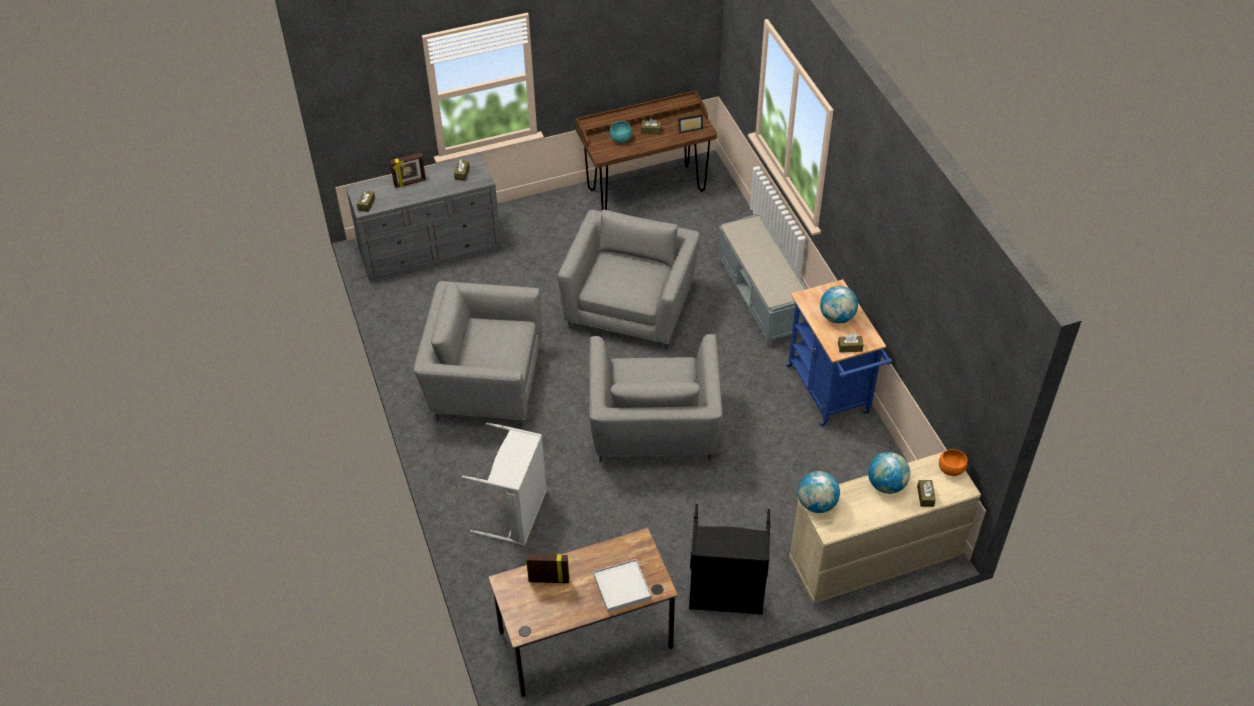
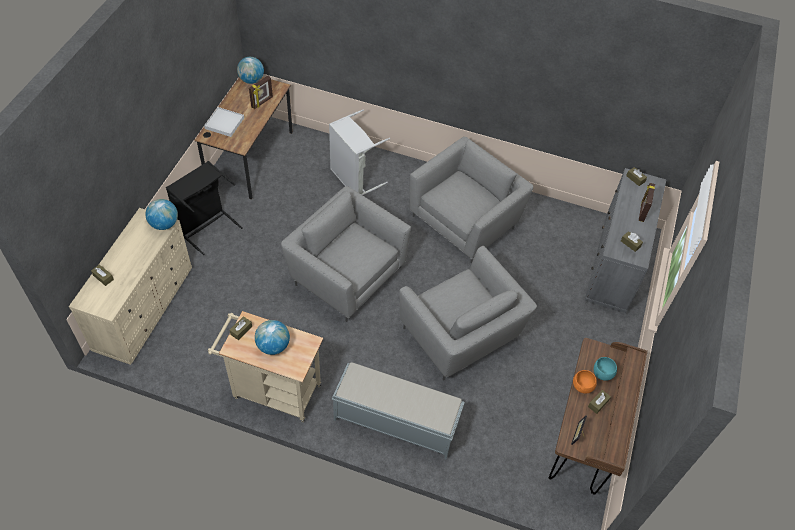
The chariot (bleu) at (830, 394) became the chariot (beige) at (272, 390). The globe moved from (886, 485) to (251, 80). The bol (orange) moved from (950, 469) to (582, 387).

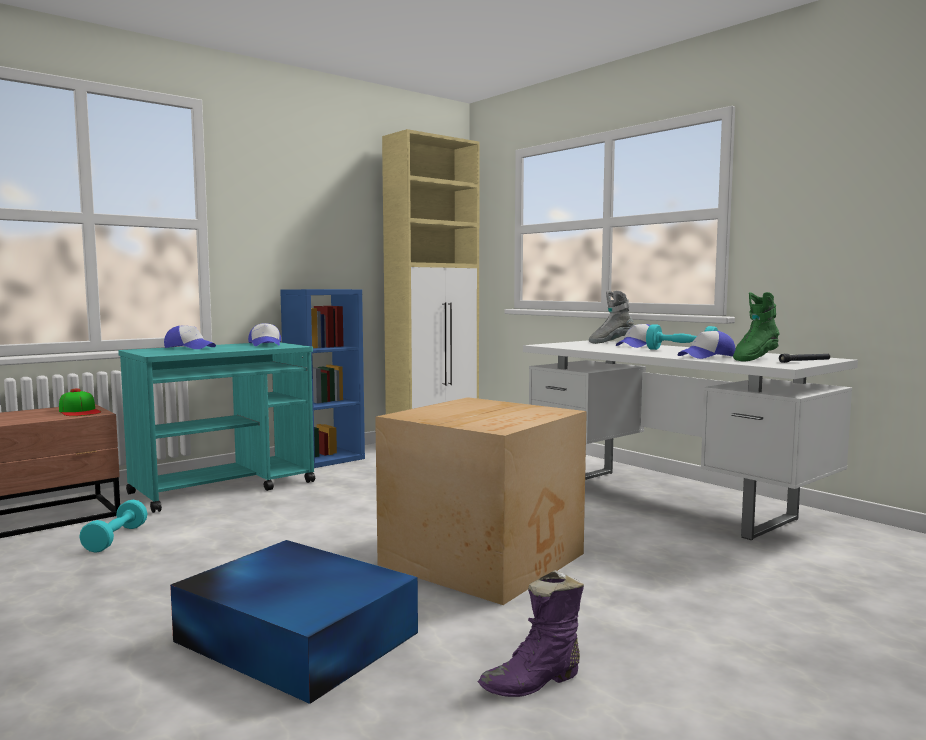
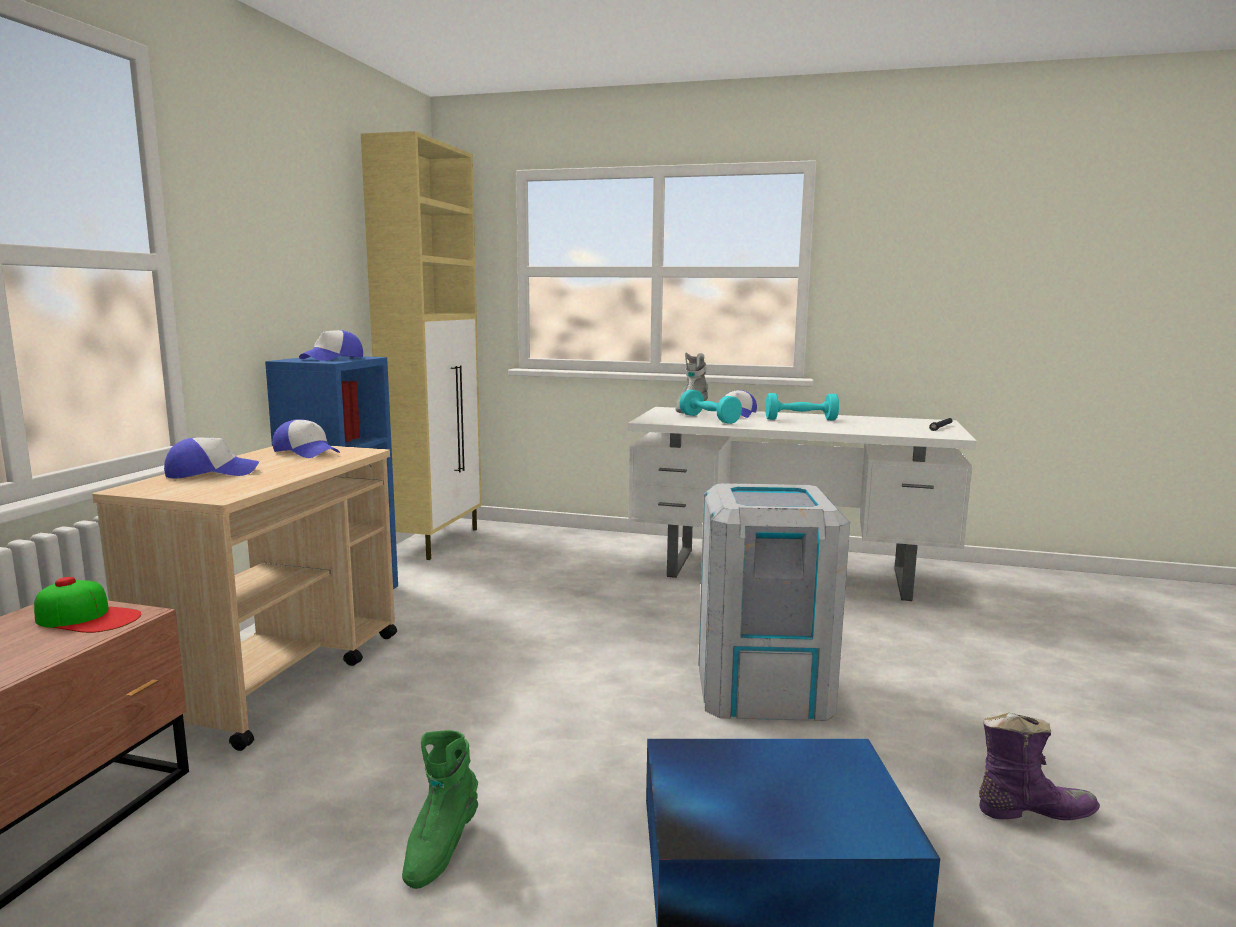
The haltère (turquoise) moved from (115, 539) to (709, 419). The chariot (turquoise) at (225, 487) became the chariot (beige) at (278, 676). The carton at (486, 559) was replaced by the poubelle (gris) at (763, 687). The botte (violet) at (533, 682) turned 120 degrees counterclockwise. The casquette moved from (707, 356) to (333, 359). The botte (vert) moved from (754, 359) to (440, 848).

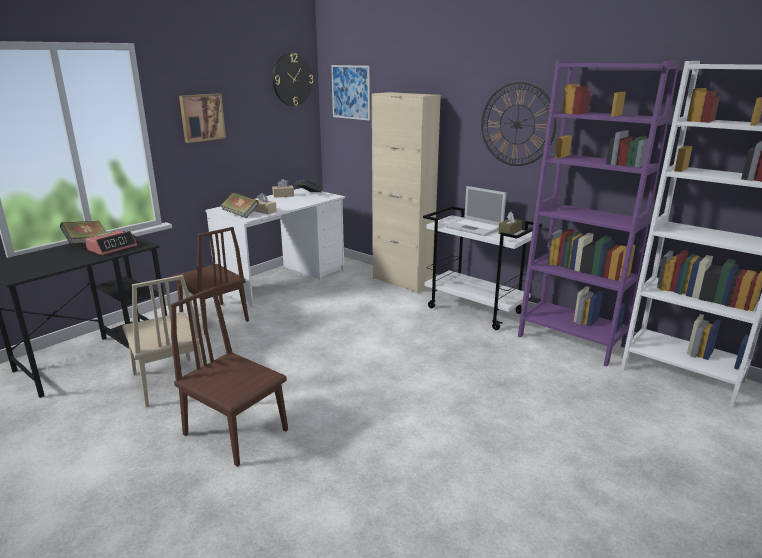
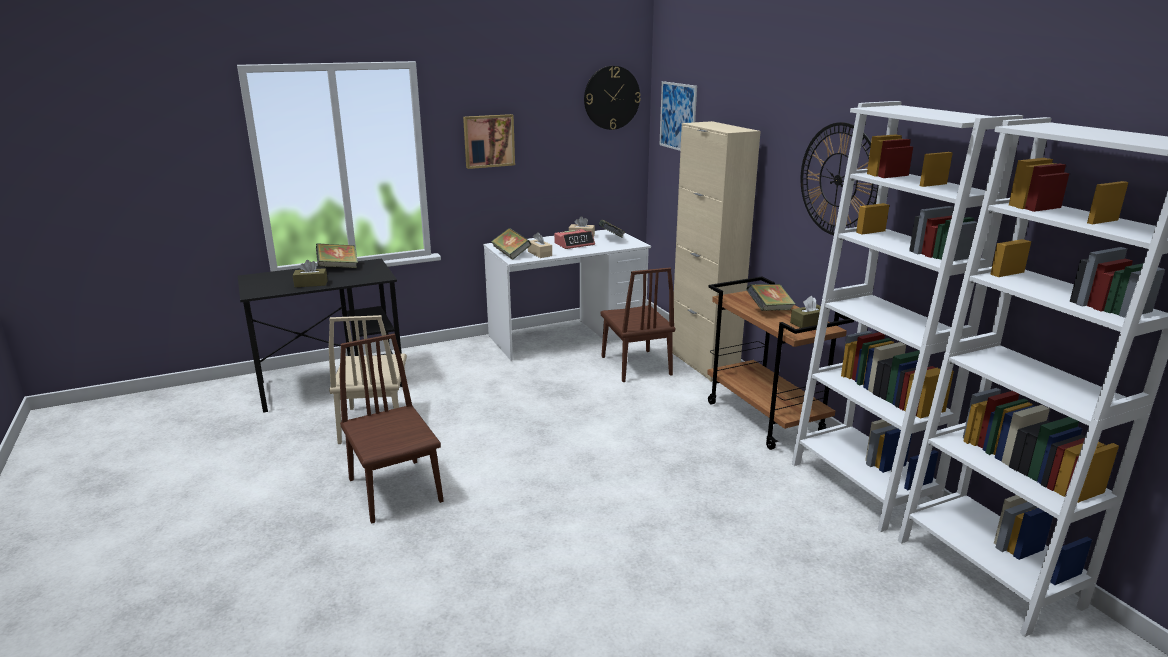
The réveil moved from (112, 248) to (574, 244). The chaise (marron) moved from (214, 318) to (636, 365). The chariot (blanc) at (476, 310) became the chariot (marron) at (766, 419). The ordinateur portable at (475, 228) was replaced by the livre at (769, 310). The bibliothèque (violet) at (571, 340) became the bibliothèque (blanc) at (861, 486). The boîte à mouchoirs (marron) at (311, 284) appeared.

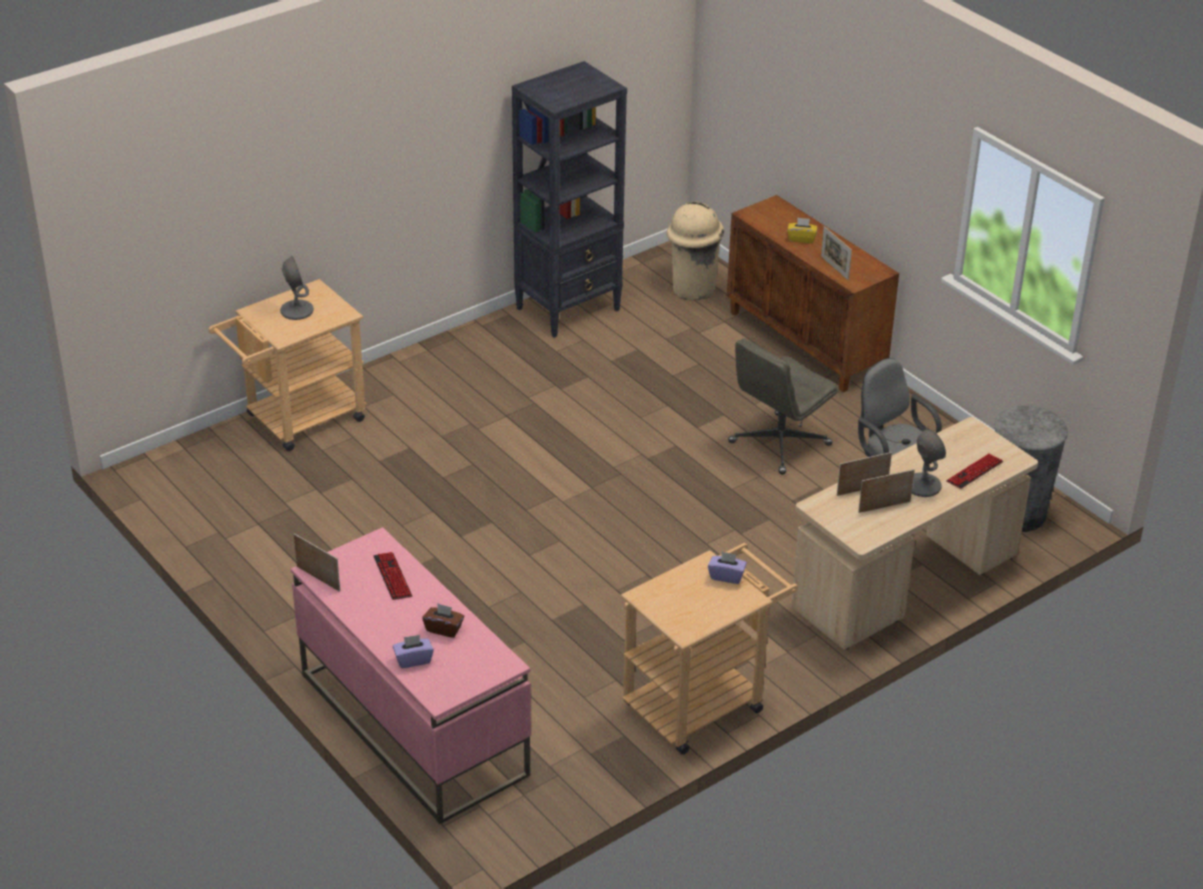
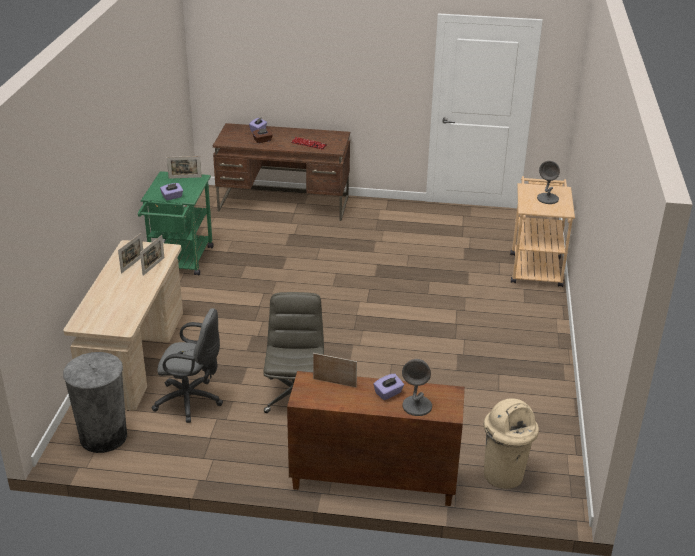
The bureau (rose) at (412, 724) became the bureau (marron) at (284, 204). The cadre photo moved from (318, 579) to (185, 177). The bibliothèque (noir) at (569, 309) disappeared. The chariot (beige) at (702, 701) became the chariot (vert) at (180, 262). The boîte à mouchoirs (jaune) at (801, 239) became the boîte à mouchoirs (violet) at (388, 393). The lampe de table (gris) moved from (922, 485) to (417, 406). The clavier at (974, 472) disappeared.

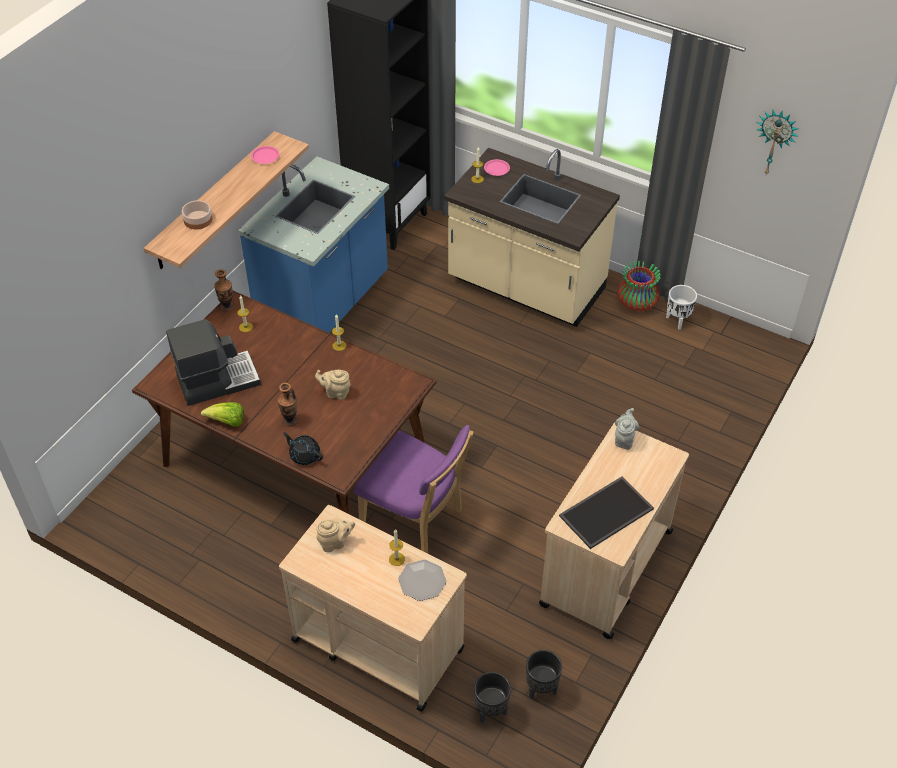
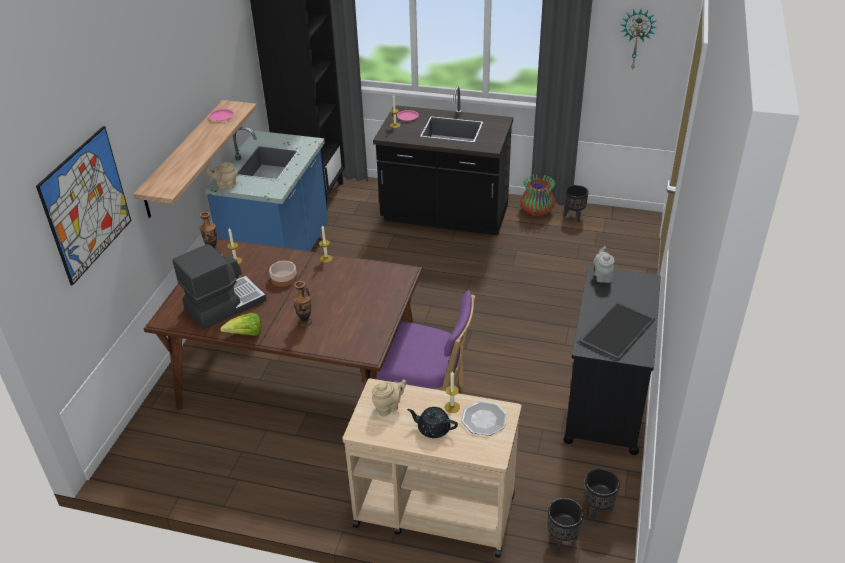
The bol moved from (198, 219) to (283, 278). The théière (noir) moved from (304, 455) to (433, 429). The théière (beige) moved from (336, 393) to (225, 185). The comptoir de cuisine (beige) at (526, 287) became the comptoir de cuisine (noir) at (445, 216). The chariot (beige) at (605, 568) became the chariot (noir) at (605, 401). The cache-pot (blanc) at (678, 320) became the cache-pot (noir) at (574, 216). The tableau at (87, 204) appeared.

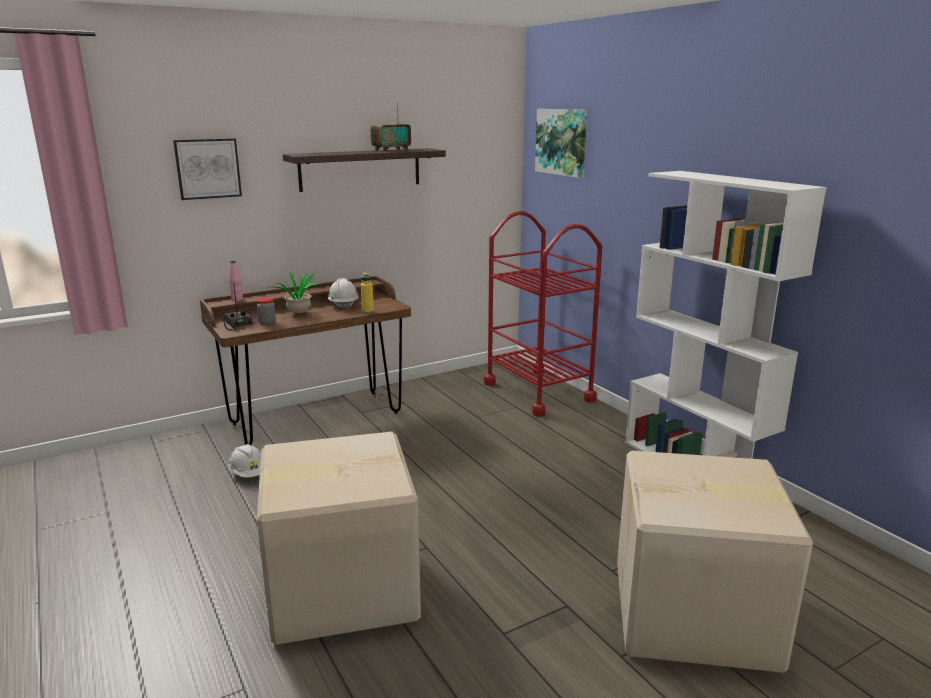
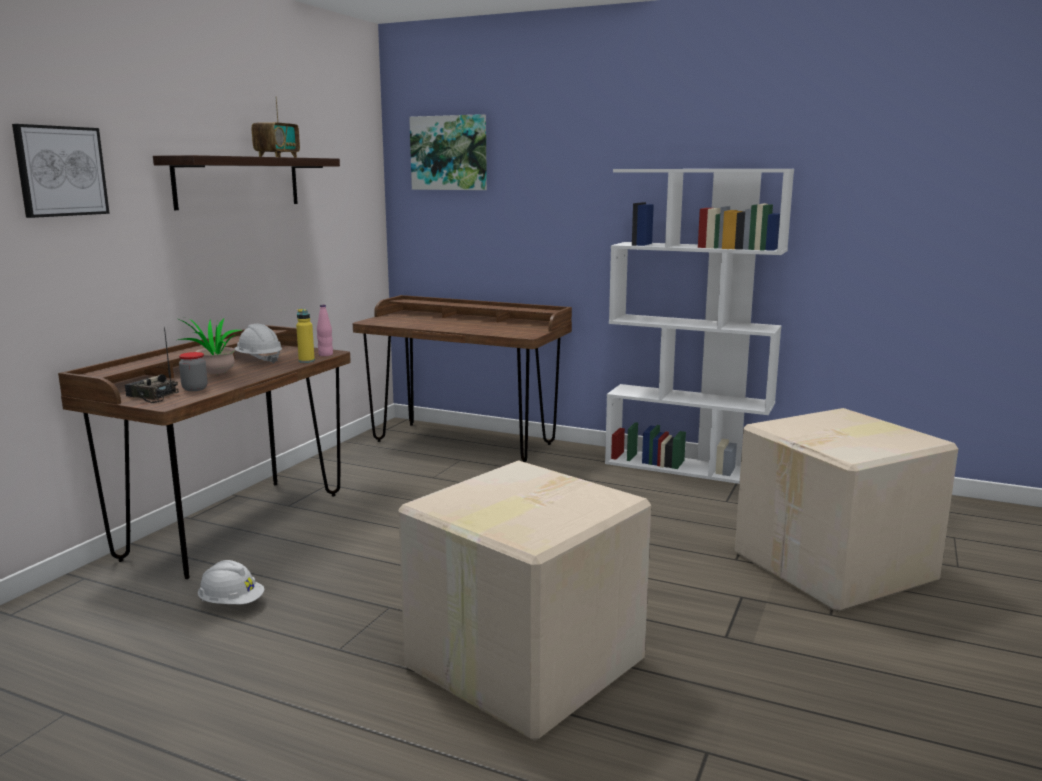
The bouteille (rose) moved from (237, 300) to (325, 355). The chariot (rouge) at (538, 392) was replaced by the bureau (marron) at (464, 442).

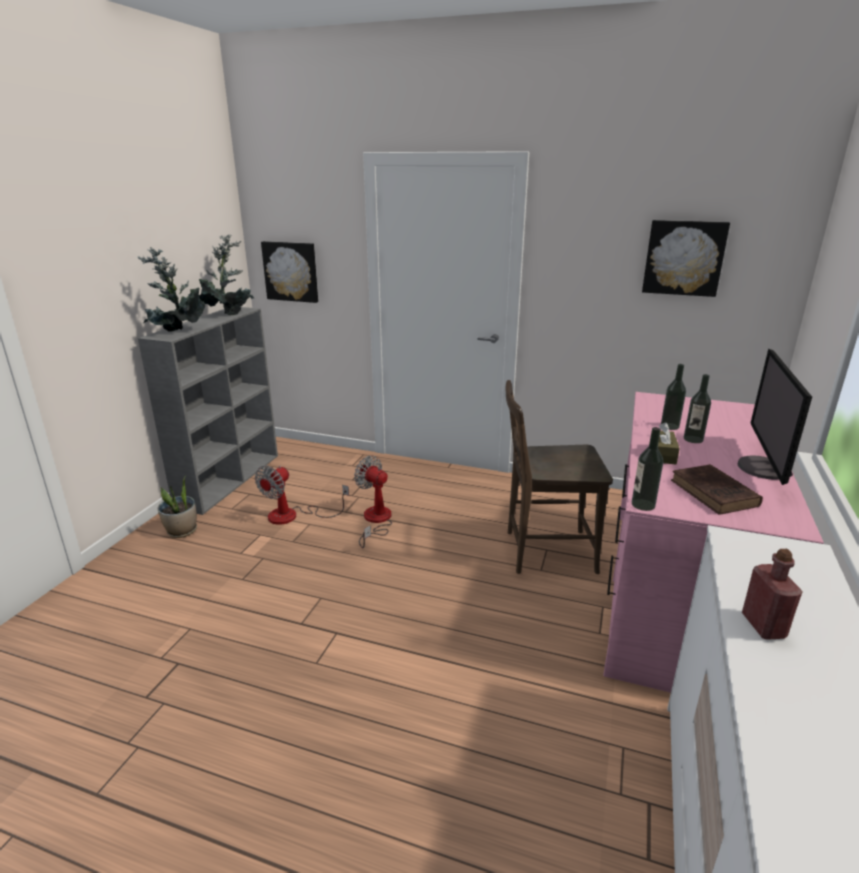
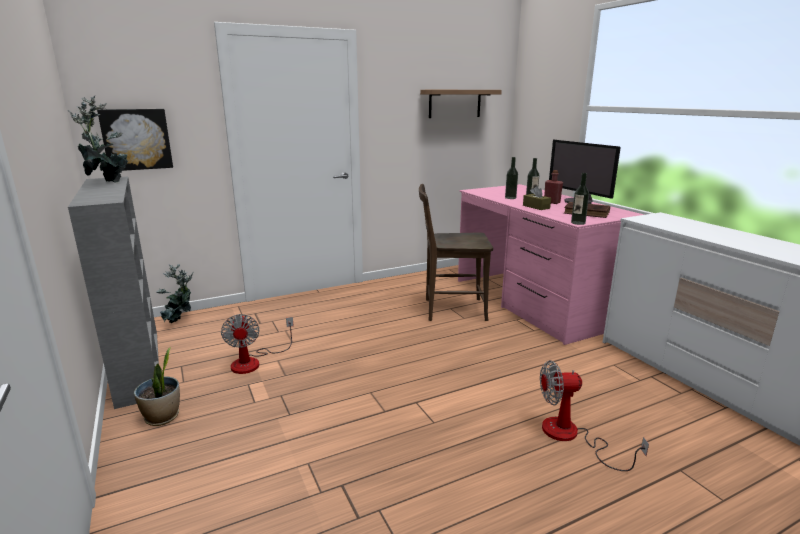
The plante en pot moved from (178, 332) to (180, 322). The ventilateur moved from (375, 521) to (571, 436). The chaise (marron) at (544, 551) turned 45 degrees clockwise. The tableau at (683, 258) was replaced by the étagère at (455, 103). The bouteille (rouge) moved from (763, 626) to (551, 202).

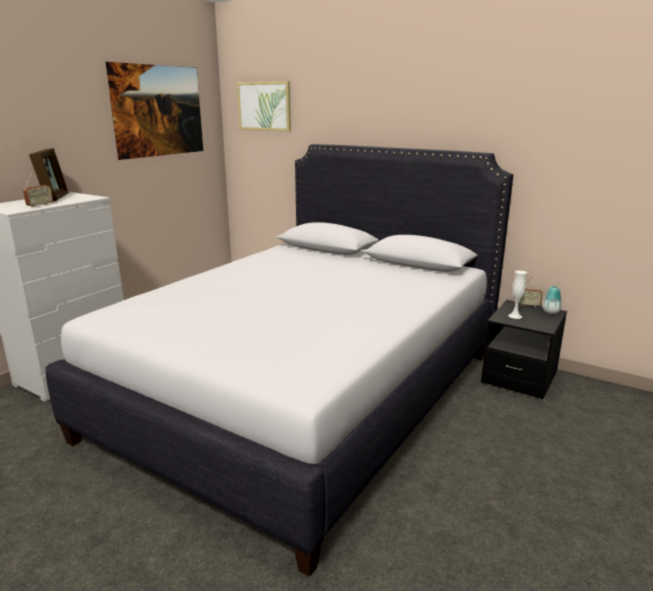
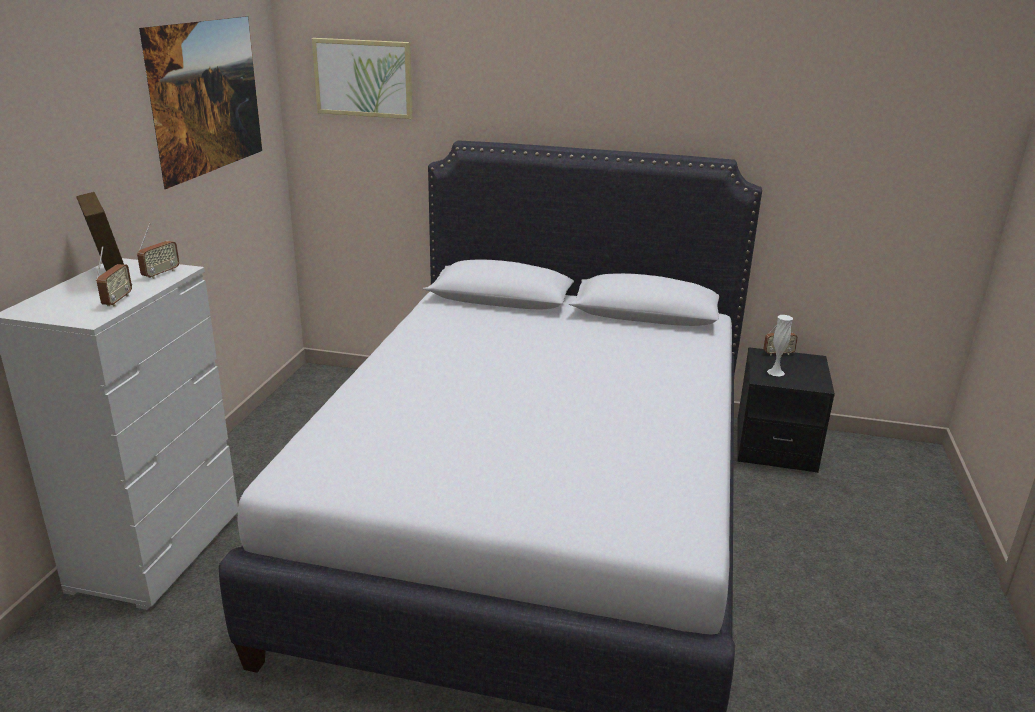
The vase at (550, 312) disappeared. The radio at (161, 274) appeared.

